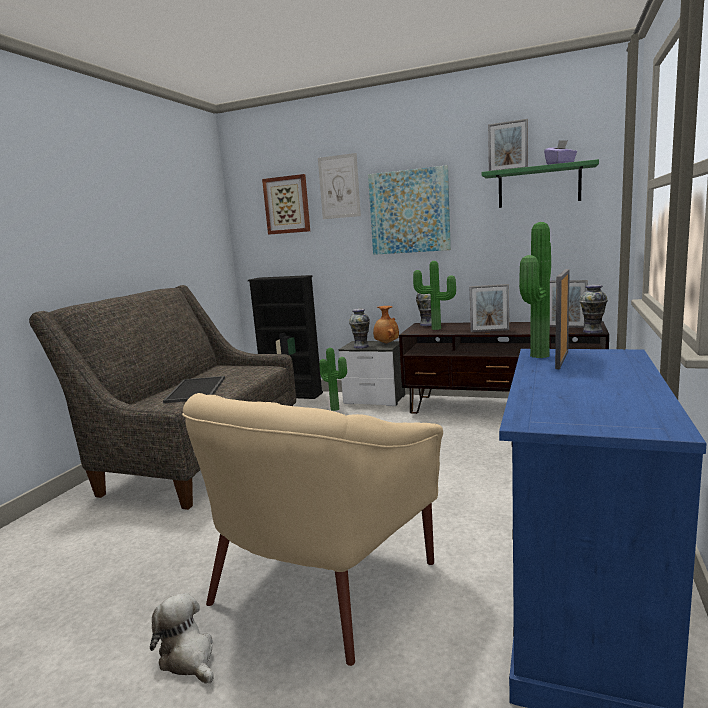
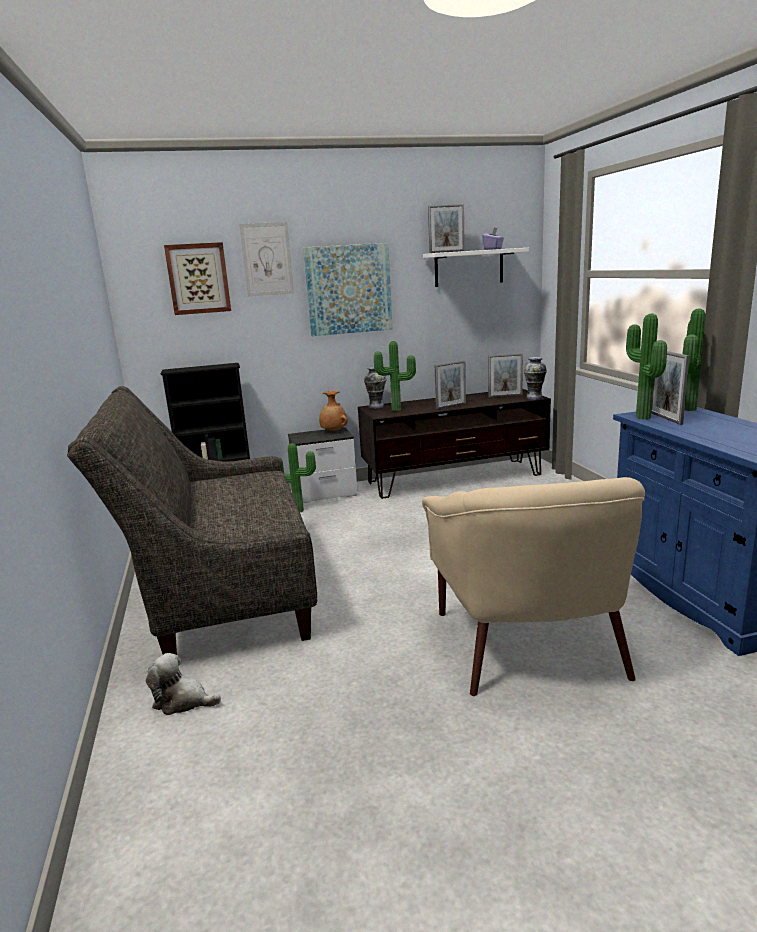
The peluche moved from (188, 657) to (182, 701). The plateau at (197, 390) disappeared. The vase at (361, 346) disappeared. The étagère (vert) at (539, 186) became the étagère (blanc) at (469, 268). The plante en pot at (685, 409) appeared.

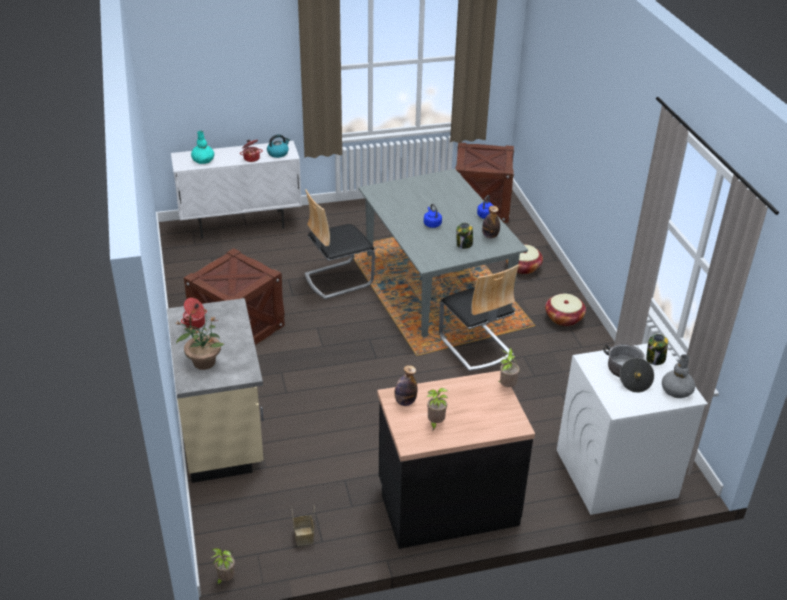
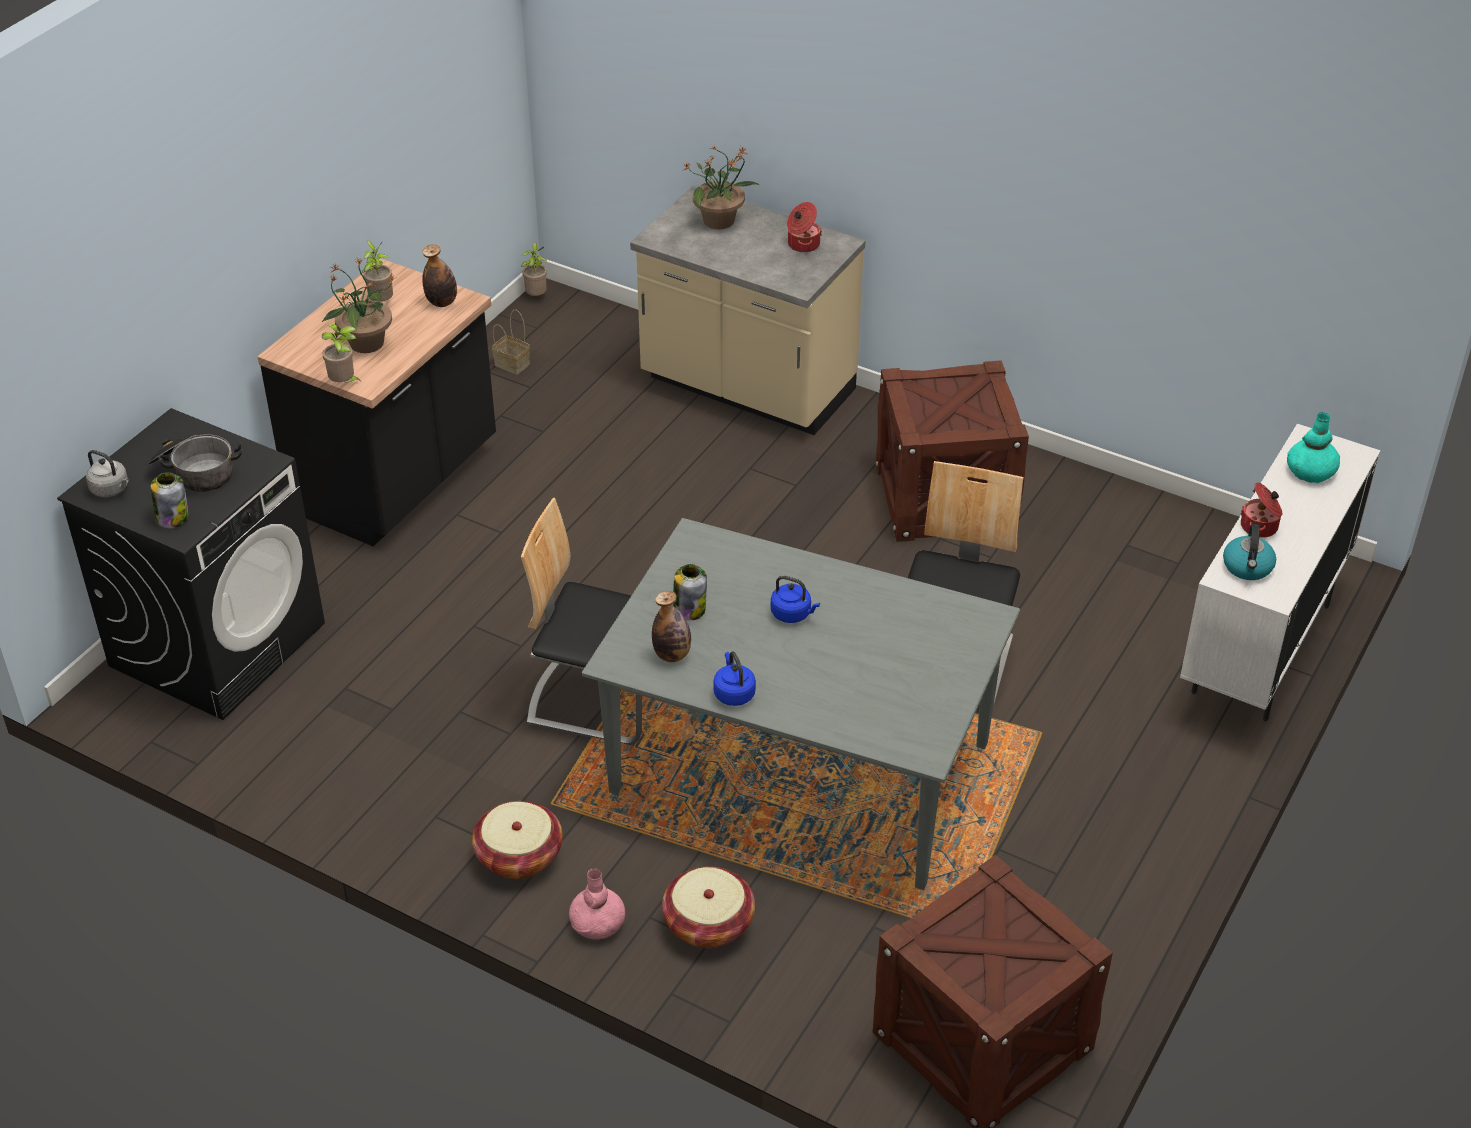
The lave-linge (blanc) at (615, 473) became the lave-linge (noir) at (218, 643). The vase (gris) at (676, 390) was replaced by the bouilloire (gris) at (111, 489). The plante en pot at (365, 343) appeared. The vase (rose) at (598, 923) appeared.

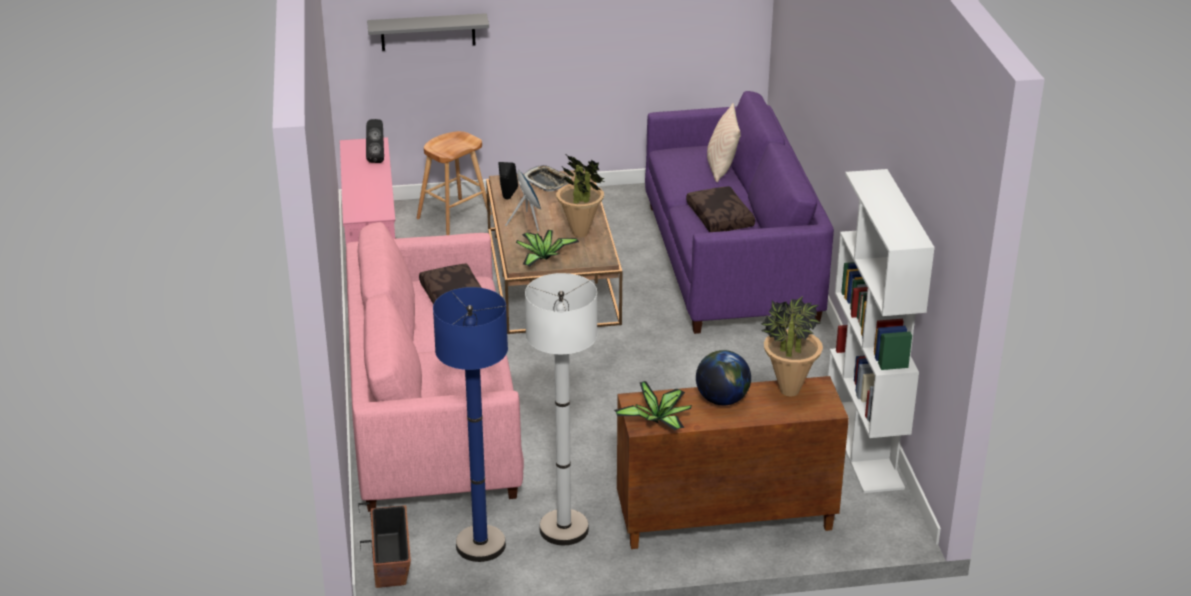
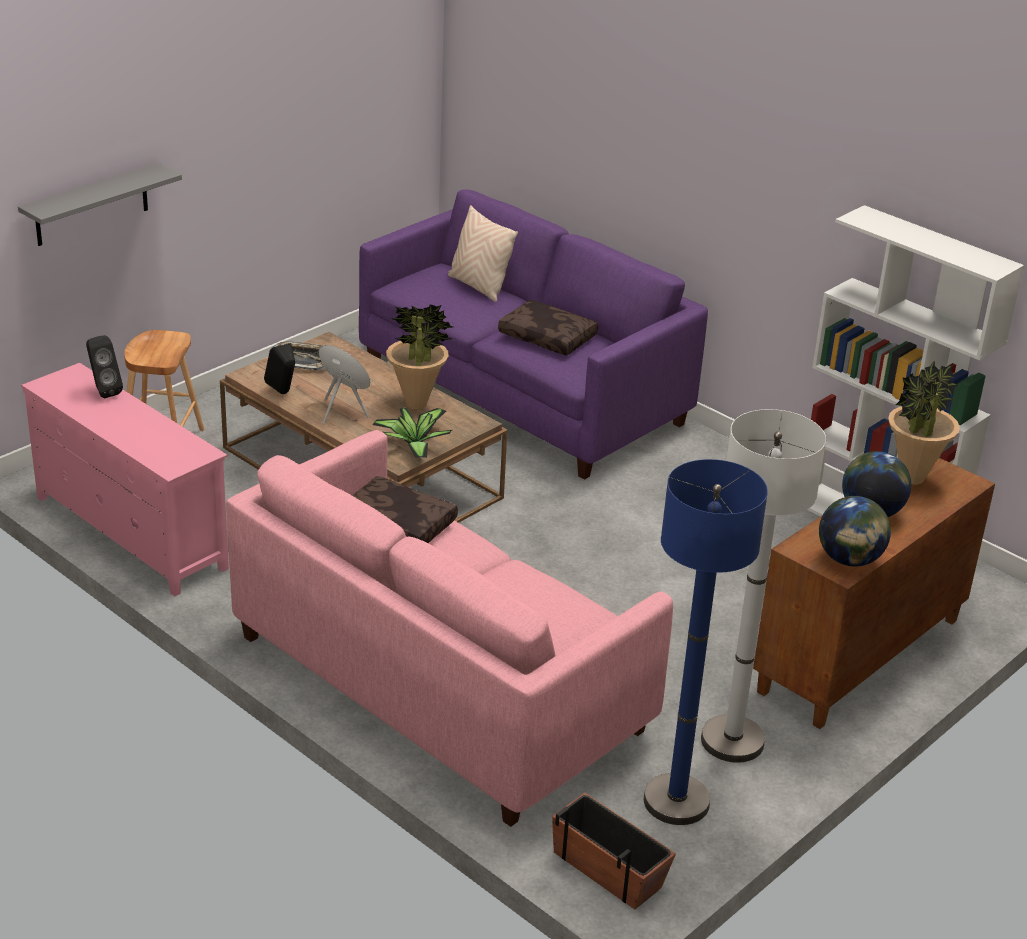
The plante en pot at (658, 421) was replaced by the globe at (849, 560).

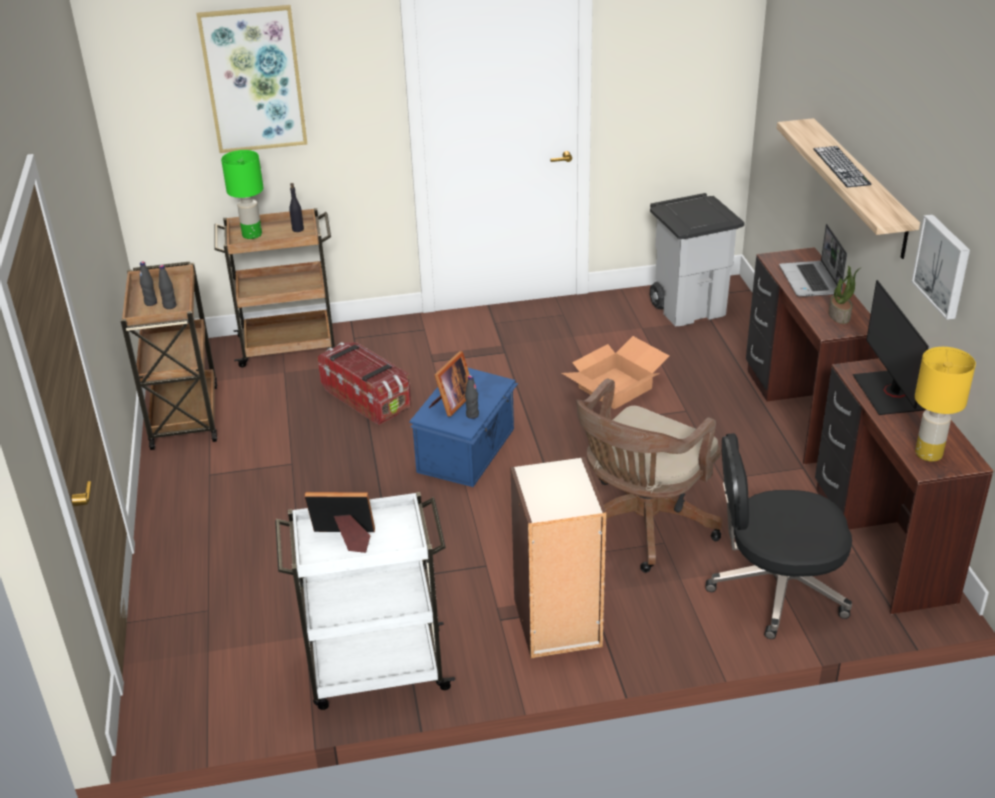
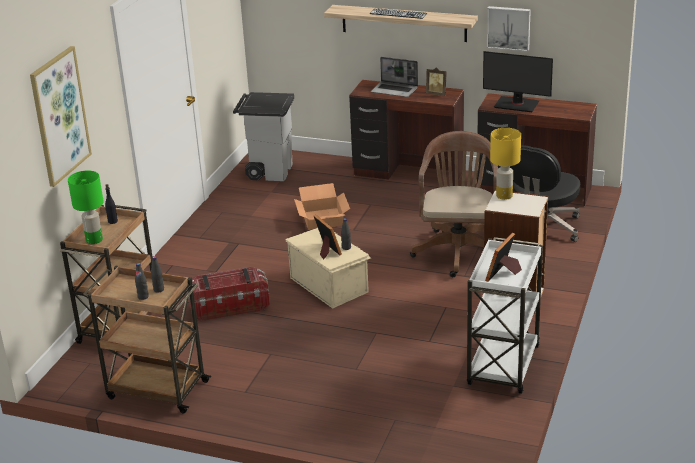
The boîte de rangement (bleu) at (468, 450) became the boîte de rangement (beige) at (329, 284). The chaise de bureau (marron) at (641, 527) turned 150 degrees counterclockwise. The plante en pot at (840, 316) was replaced by the cadre photo at (437, 94). The lampe de table (jaune) moved from (929, 454) to (504, 196).

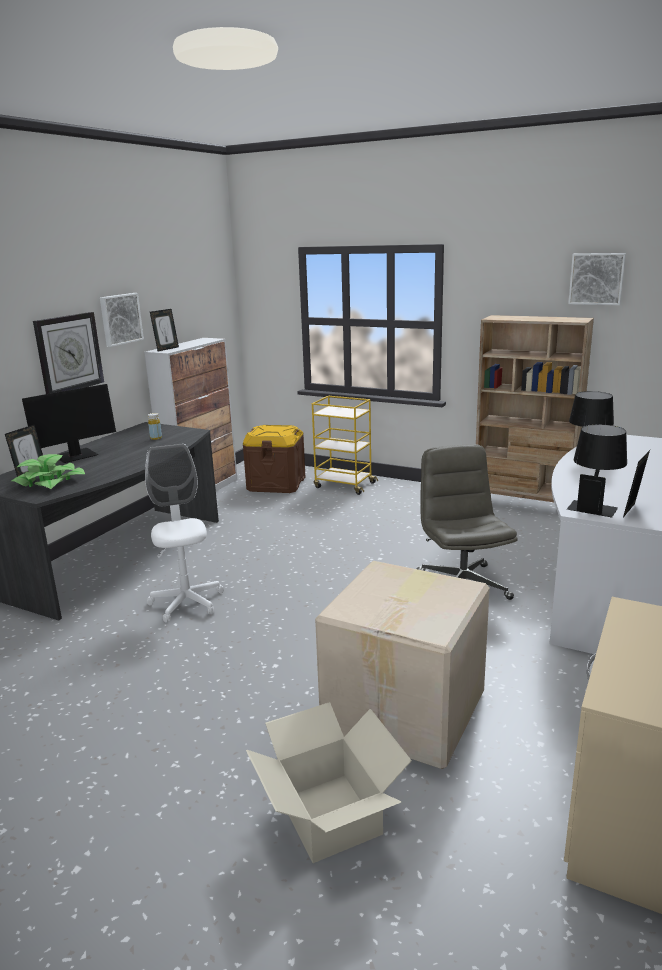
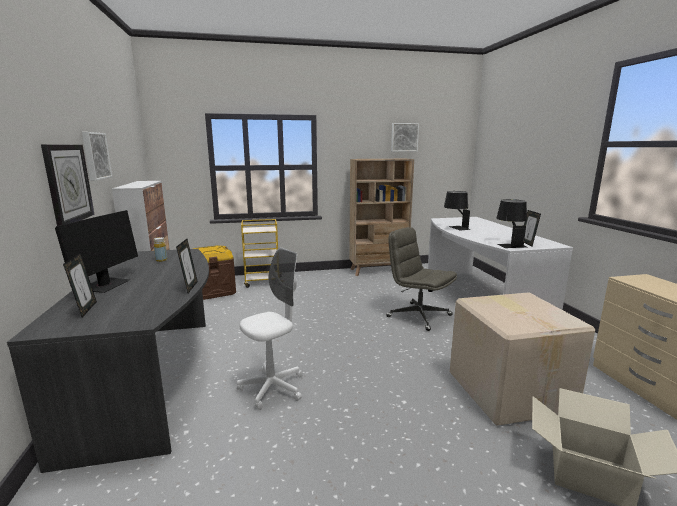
The plante en pot at (49, 483) disappeared. The chaise de bureau (blanc) at (186, 603) turned 105 degrees clockwise. The cadre photo moved from (166, 349) to (189, 287).

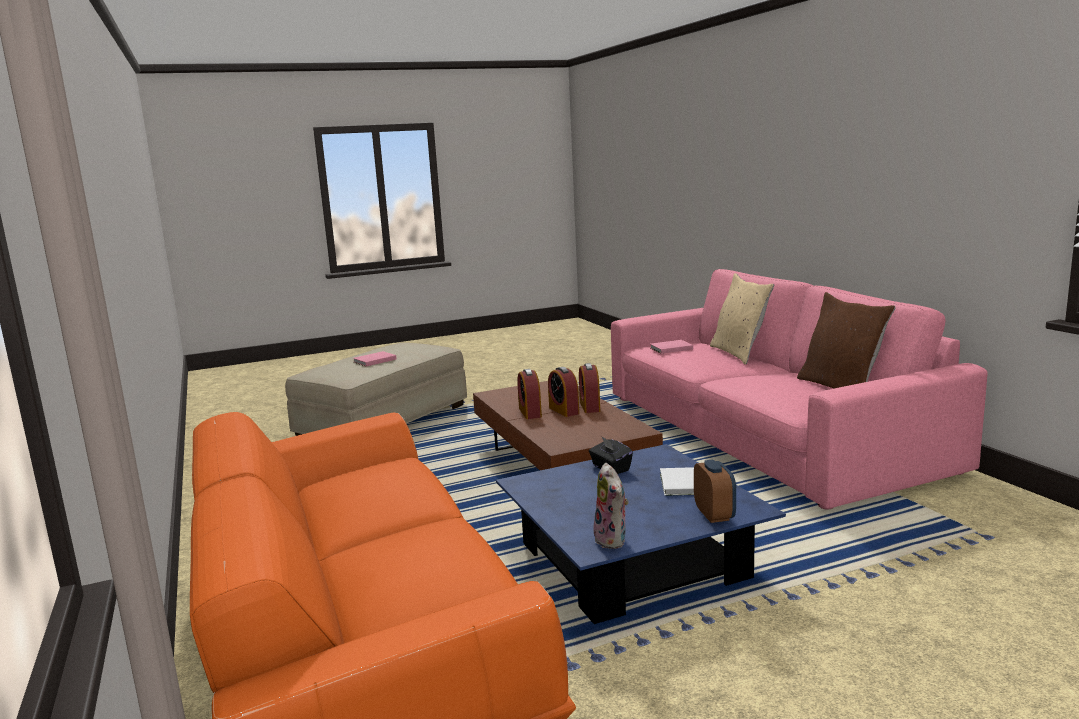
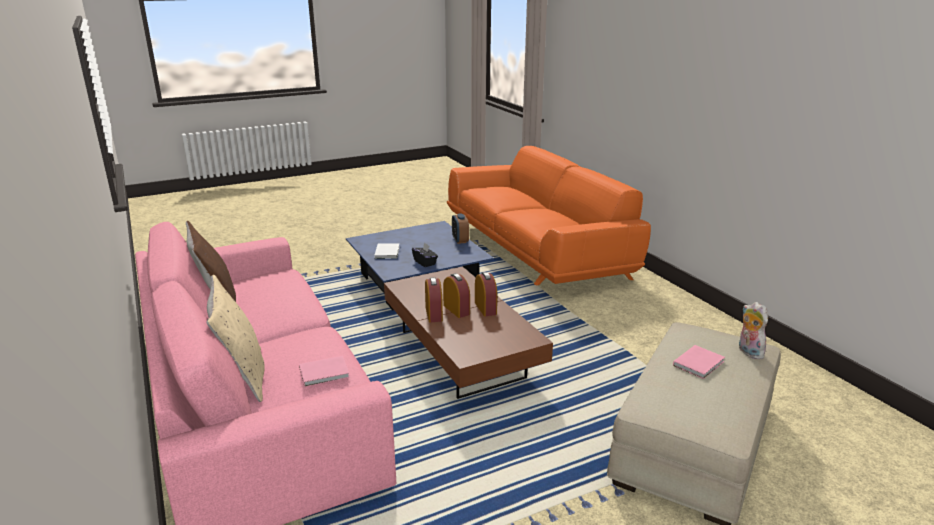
The peluche moved from (613, 540) to (748, 352). The réveil moved from (714, 515) to (460, 240).

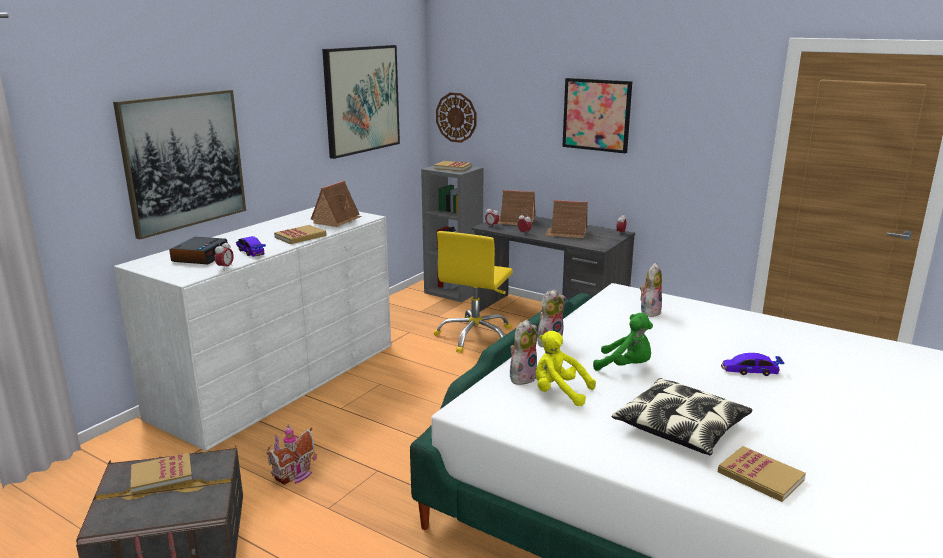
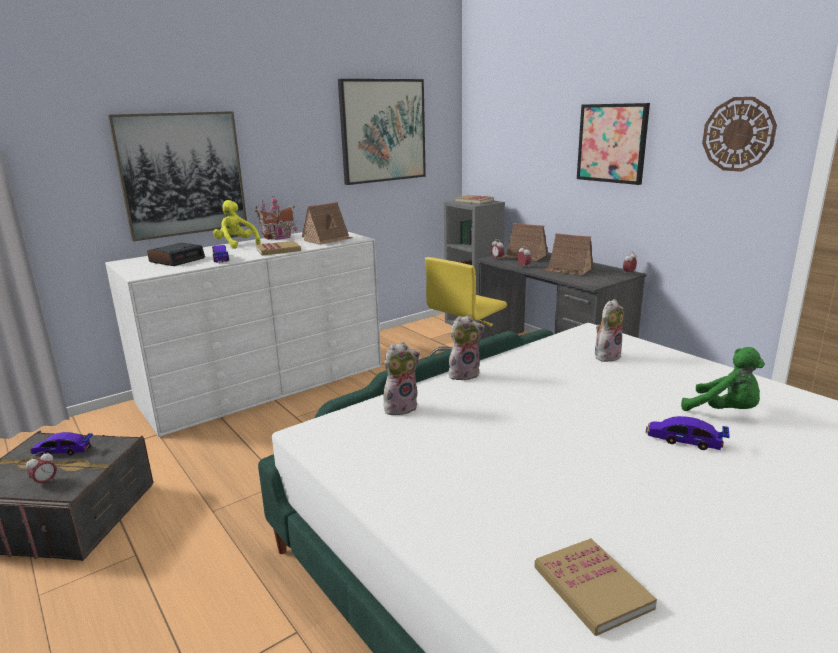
The livre at (162, 475) was replaced by the petite voiture at (62, 451). The réveil moved from (225, 267) to (45, 482). The maison miniature moved from (295, 475) to (279, 237). The horloge murale moved from (456, 117) to (738, 134). The peluche (jaune) moved from (559, 393) to (236, 245). The peluche (vert) moved from (626, 367) to (724, 411). The coussin at (681, 427) disappeared.

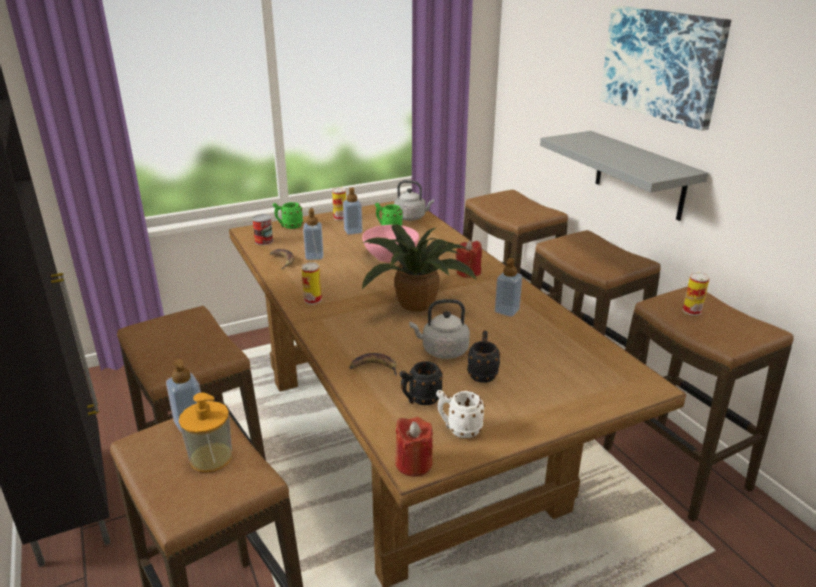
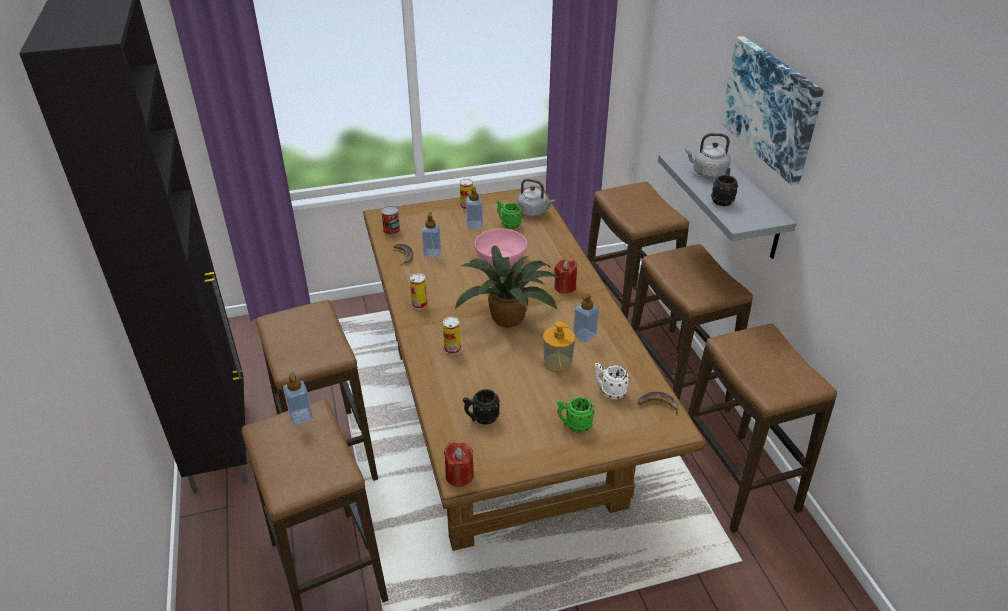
The distributeur de savon moved from (211, 457) to (557, 363). The mug (vert) moved from (289, 226) to (574, 425). The banane moved from (374, 368) to (658, 405). The bouilloire (gris) moved from (442, 351) to (707, 173). The mug (blanc) moved from (458, 429) to (609, 391). The mug (noir) moved from (482, 373) to (722, 200). The boîte métallique moved from (692, 311) to (452, 349).

